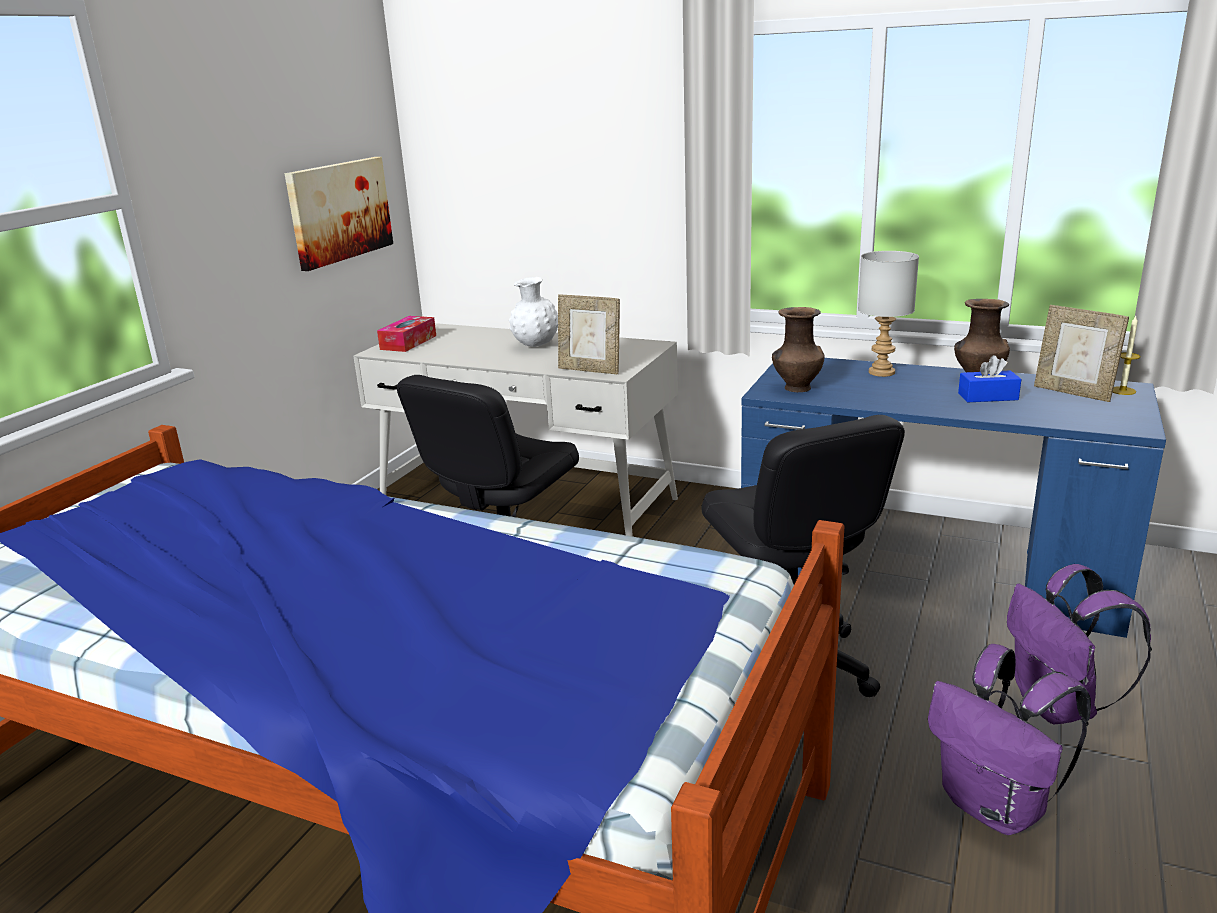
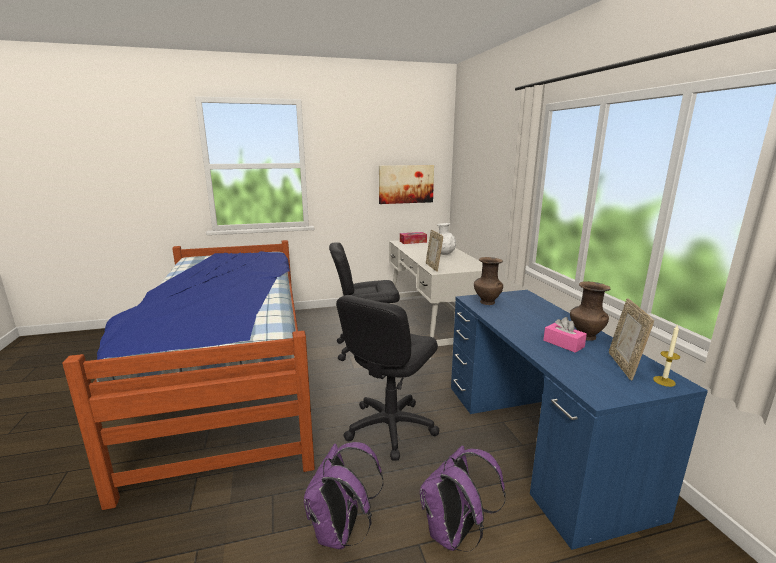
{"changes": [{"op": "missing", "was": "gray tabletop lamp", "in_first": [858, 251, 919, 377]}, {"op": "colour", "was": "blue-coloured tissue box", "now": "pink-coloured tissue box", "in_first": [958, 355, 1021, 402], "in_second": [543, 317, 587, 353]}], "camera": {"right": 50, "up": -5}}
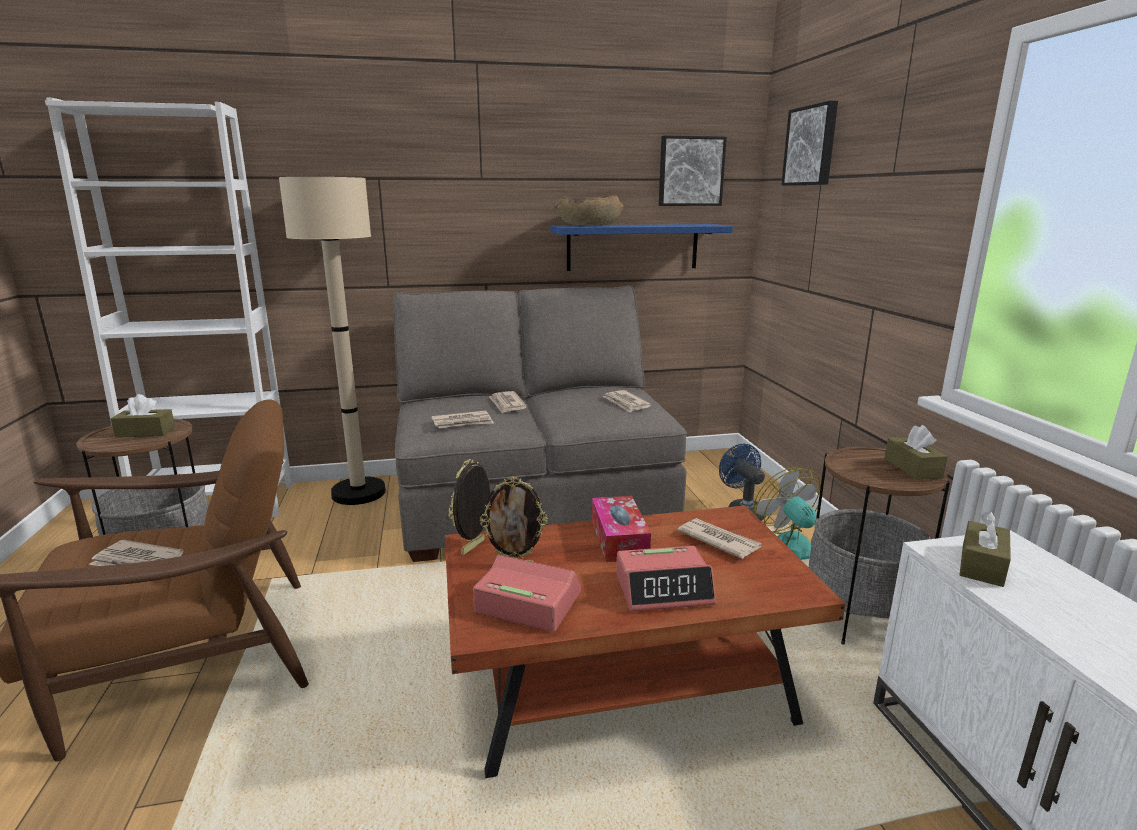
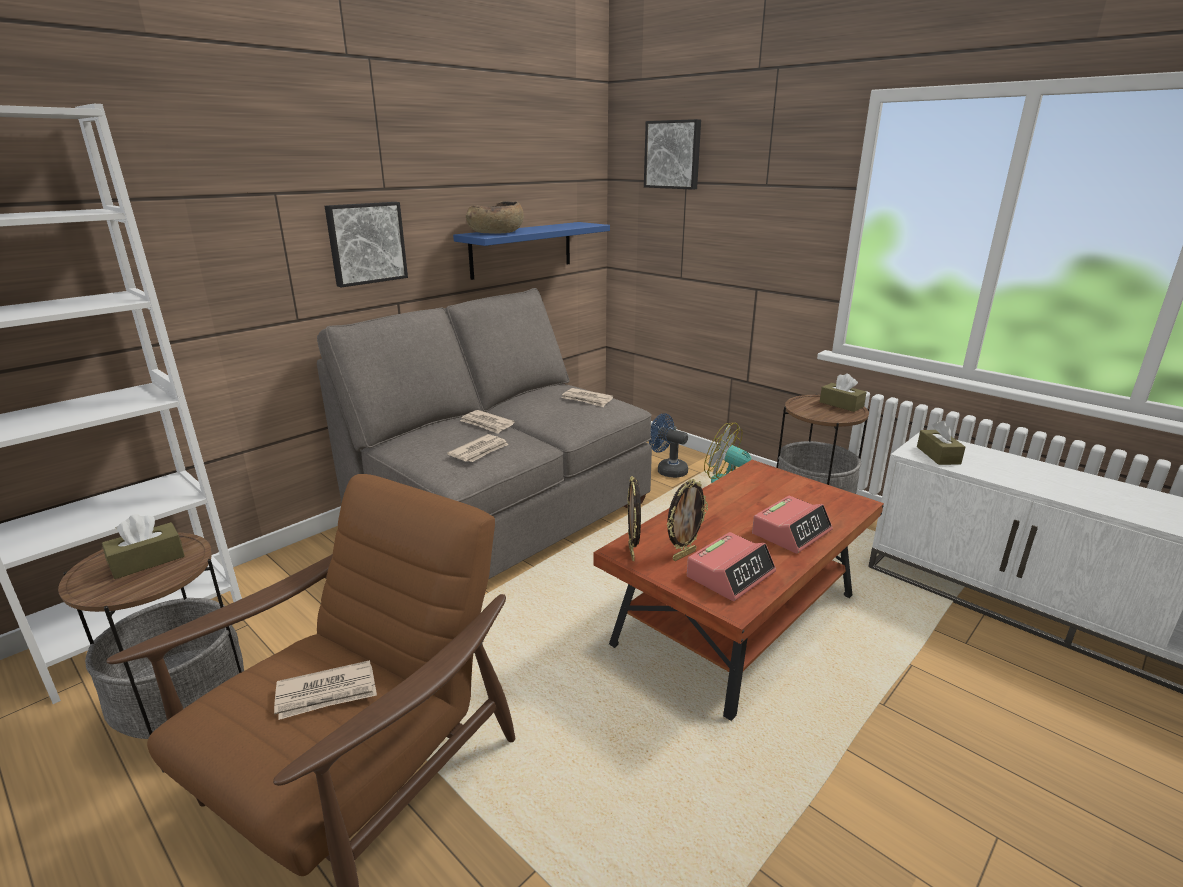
{"changes": [{"op": "missing", "was": "beige-coloured floor lamp", "in_first": [279, 176, 386, 505]}, {"op": "missing", "was": "tissue box", "in_first": [592, 496, 651, 562]}, {"op": "missing", "was": "printed paper", "in_first": [678, 518, 762, 559]}, {"op": "relocated", "was": "picture", "in_first": [659, 136, 727, 206], "in_second": [325, 202, 408, 288]}, {"op": "spun", "was": "alarm clock", "in_first": [473, 555, 581, 632], "in_second": [687, 532, 776, 601], "clockwise": 150}], "camera": {"right": -35, "up": 5}}
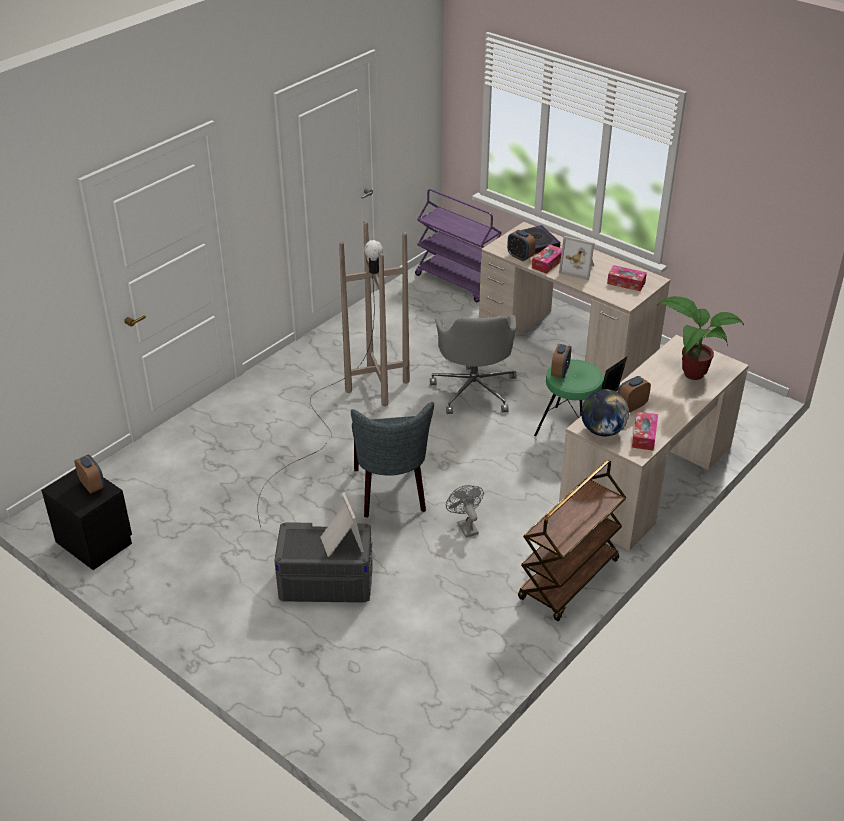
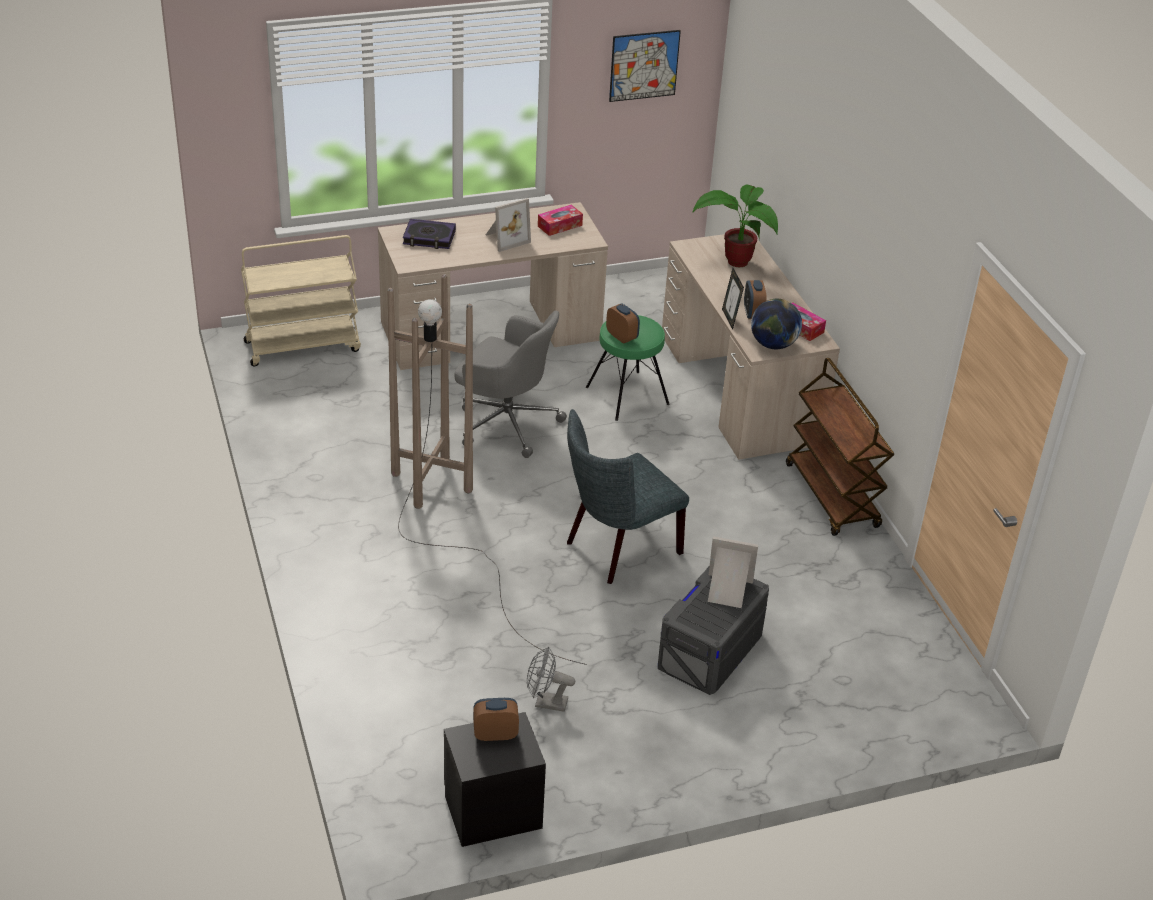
{"changes": [{"op": "missing", "was": "alarm clock", "in_first": [507, 230, 536, 261]}, {"op": "missing", "was": "tissue box", "in_first": [532, 244, 562, 274]}, {"op": "appeared", "now": "picture", "in_second": [609, 30, 681, 102]}, {"op": "relocated", "was": "gray fan", "in_first": [446, 485, 484, 538], "in_second": [527, 647, 575, 712]}, {"op": "colour", "was": "purple-coloured wheeled cart", "now": "beige-coloured wheeled cart", "in_first": [415, 189, 502, 302], "in_second": [241, 235, 361, 366]}, {"op": "spun", "was": "gray chair", "in_first": [351, 402, 434, 518], "in_second": [567, 409, 689, 584], "clockwise": 120}], "camera": {"right": -60, "up": 0}}
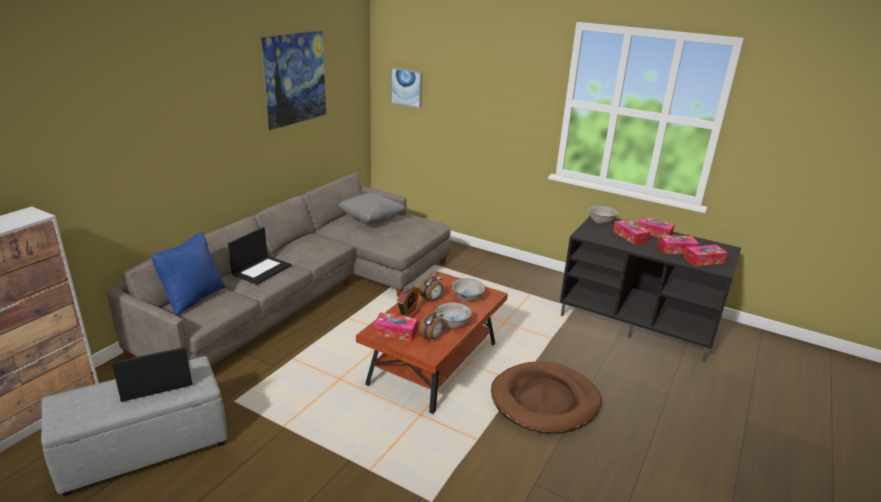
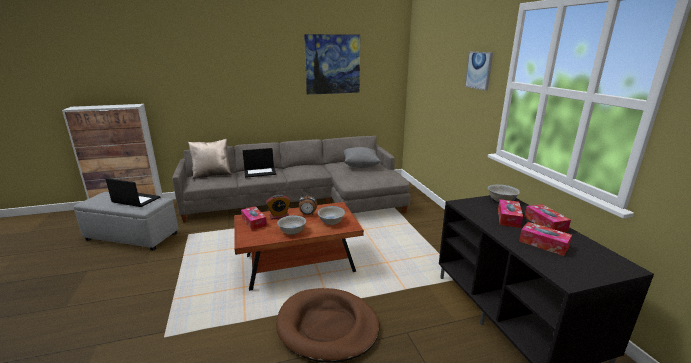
{"changes": [{"op": "missing", "was": "alarm clock", "in_first": [419, 308, 444, 342]}, {"op": "missing", "was": "tissue box", "in_first": [684, 245, 728, 266]}, {"op": "relocated", "was": "picture", "in_first": [390, 67, 422, 109], "in_second": [465, 52, 493, 91]}, {"op": "colour", "was": "blue-coloured throw pillow", "now": "beige-coloured throw pillow", "in_first": [151, 232, 226, 316], "in_second": [188, 139, 232, 179]}], "camera": {"right": 45, "up": -5}}
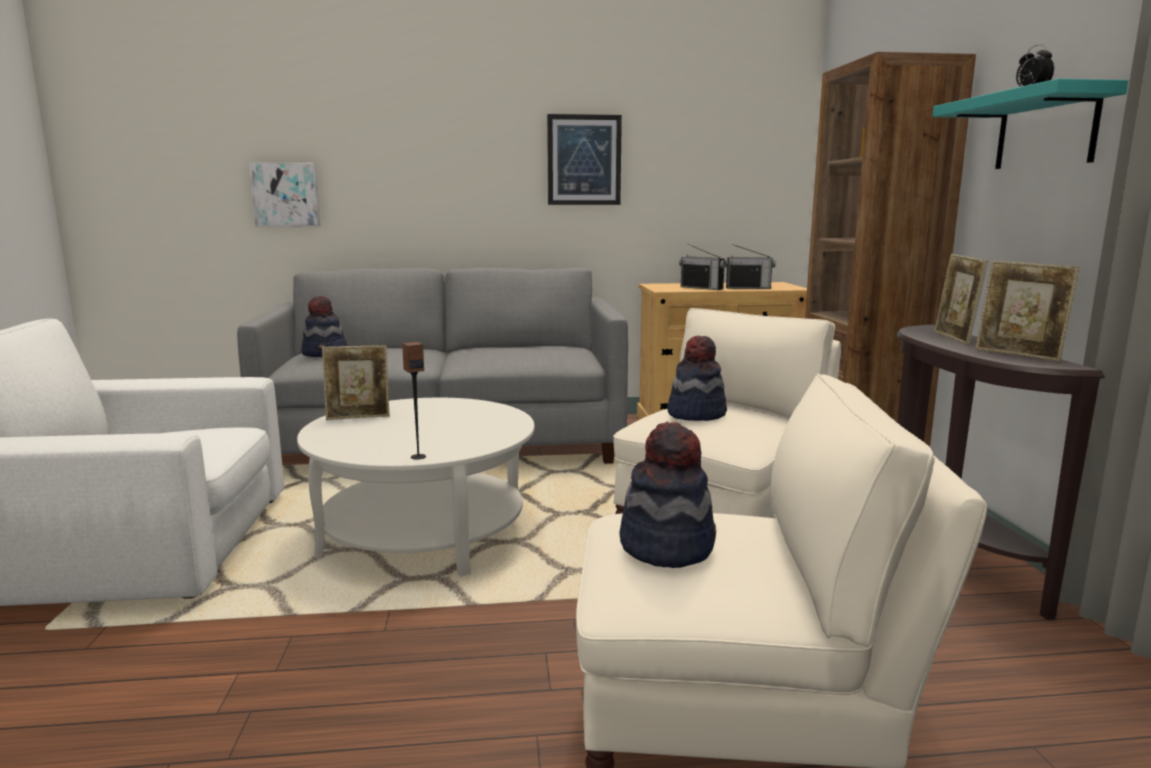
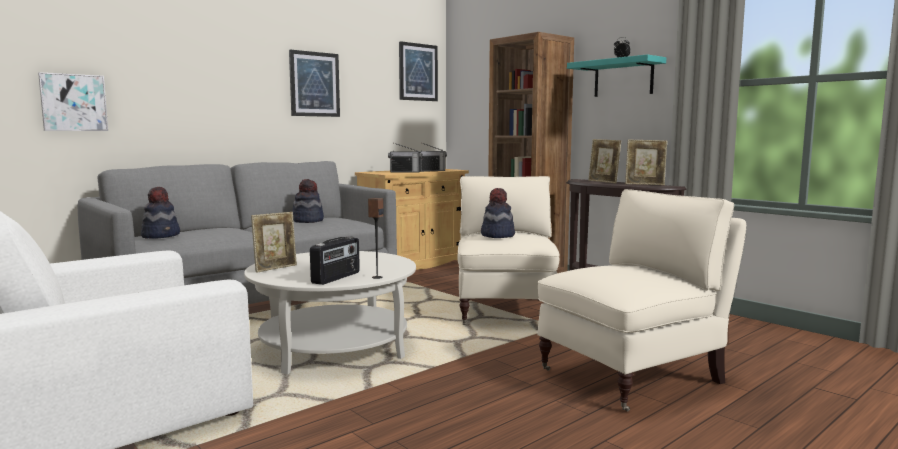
{"changes": [{"op": "appeared", "now": "radio receiver", "in_second": [310, 236, 360, 285]}, {"op": "appeared", "now": "picture", "in_second": [399, 41, 438, 101]}, {"op": "relocated", "was": "hat", "in_first": [619, 421, 716, 568], "in_second": [292, 179, 324, 223]}], "camera": {"right": -35, "up": -5}}
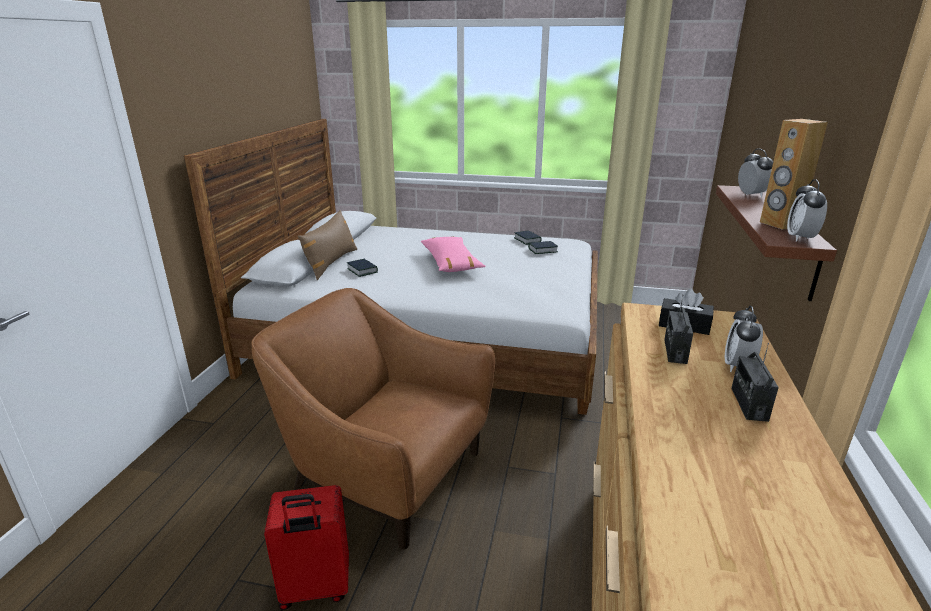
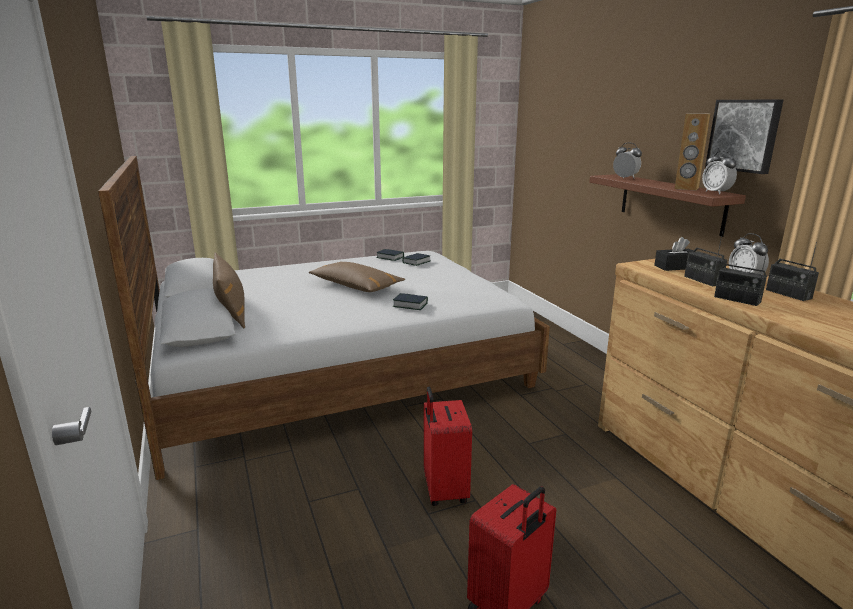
{"changes": [{"op": "appeared", "now": "picture", "in_second": [705, 100, 783, 174]}, {"op": "appeared", "now": "radio receiver", "in_second": [714, 246, 768, 306]}, {"op": "relocated", "was": "bound book", "in_first": [347, 259, 378, 277], "in_second": [393, 293, 428, 310]}, {"op": "exchanged", "was": "brown armchair", "now": "red-coloured piece of luggage", "in_first": [251, 288, 495, 550], "in_second": [424, 387, 472, 506]}, {"op": "colour", "was": "pink-coloured throw pillow", "now": "brown throw pillow", "in_first": [421, 236, 485, 272], "in_second": [308, 262, 405, 292]}], "camera": {"right": -35, "up": -5}}
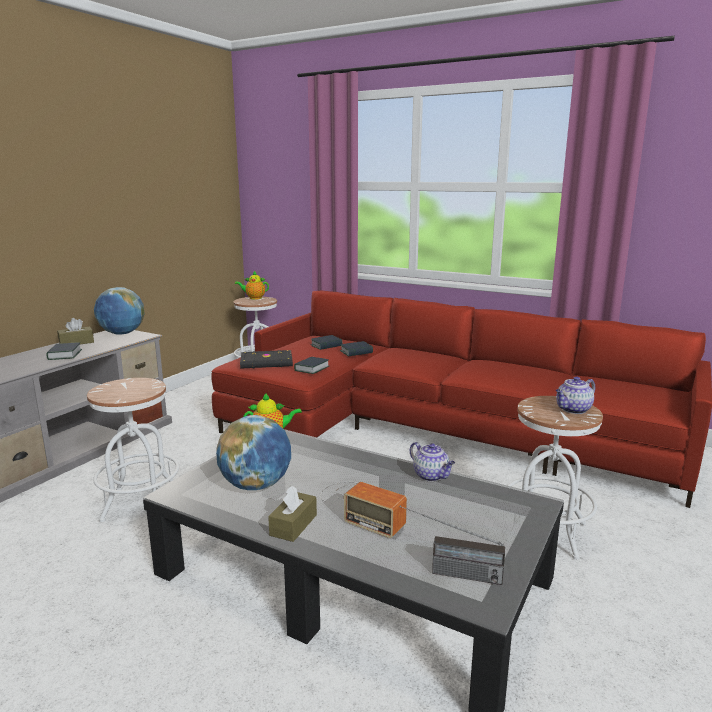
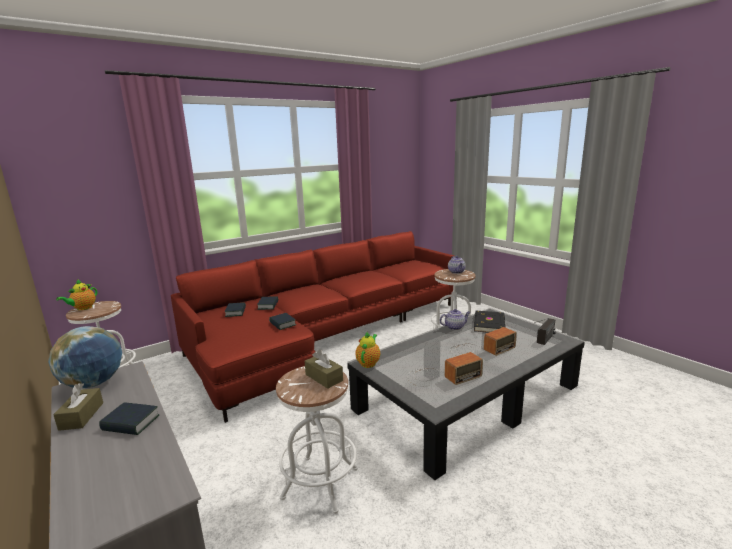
{"changes": [{"op": "relocated", "was": "black-coloured bound book", "in_first": [240, 350, 293, 369], "in_second": [474, 311, 506, 333]}, {"op": "relocated", "was": "brown tissue box", "in_first": [268, 486, 317, 542], "in_second": [305, 350, 343, 389]}, {"op": "exchanged", "was": "world globe", "now": "radio receiver", "in_first": [216, 415, 291, 490], "in_second": [408, 352, 483, 387]}], "camera": {"right": -65, "up": 0}}
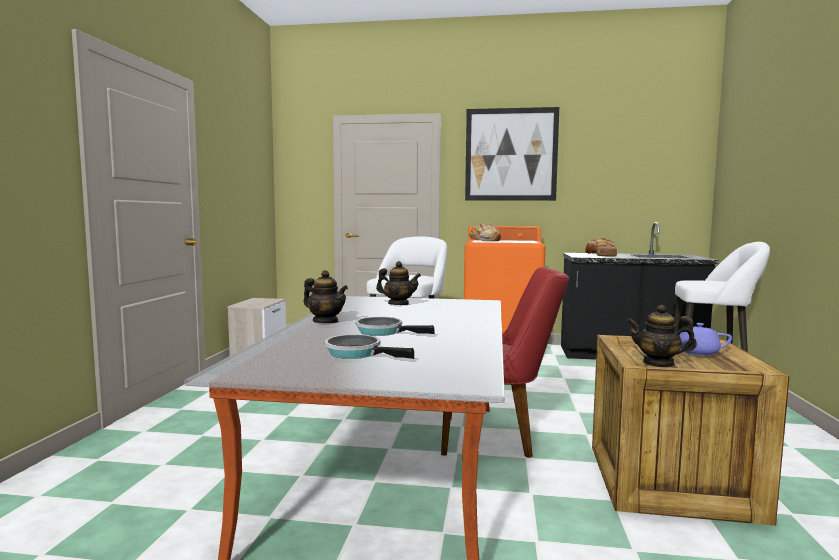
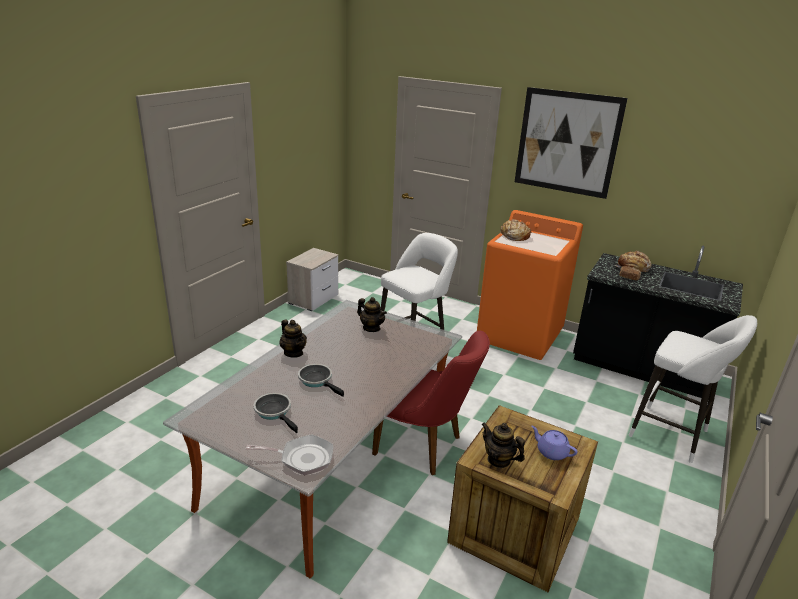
{"changes": [{"op": "appeared", "now": "pan", "in_second": [246, 434, 333, 475]}], "camera": {"right": 20, "up": 20}}
